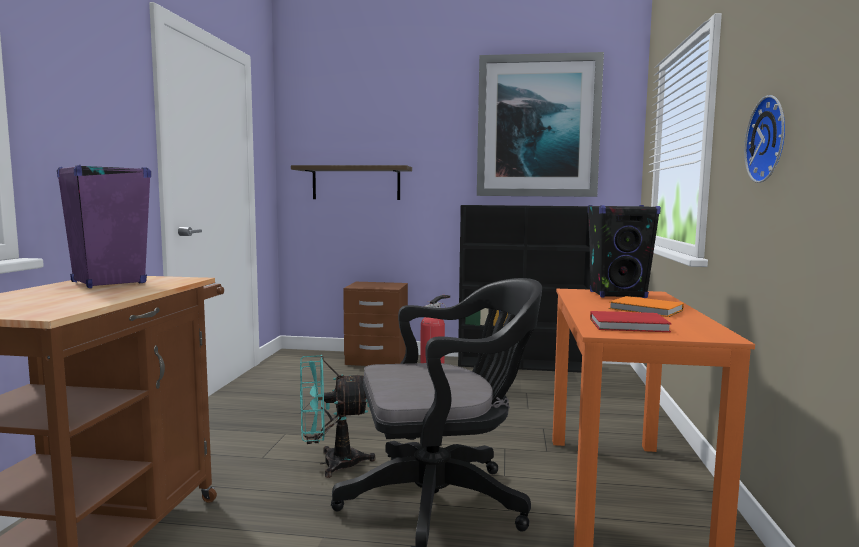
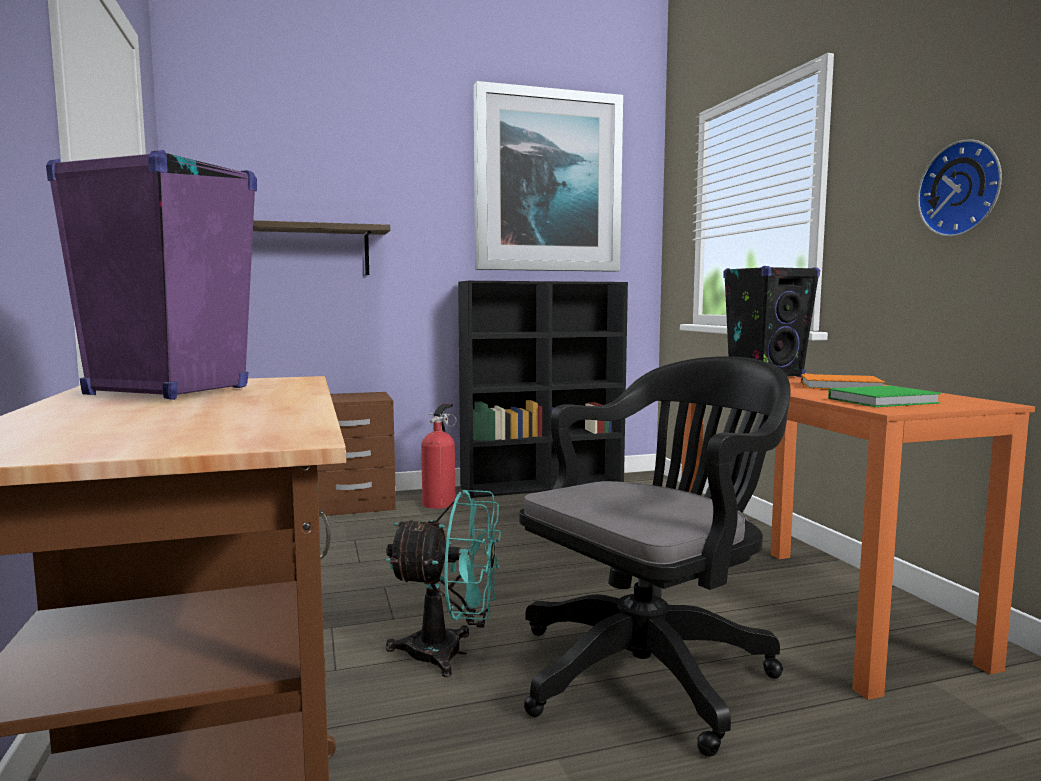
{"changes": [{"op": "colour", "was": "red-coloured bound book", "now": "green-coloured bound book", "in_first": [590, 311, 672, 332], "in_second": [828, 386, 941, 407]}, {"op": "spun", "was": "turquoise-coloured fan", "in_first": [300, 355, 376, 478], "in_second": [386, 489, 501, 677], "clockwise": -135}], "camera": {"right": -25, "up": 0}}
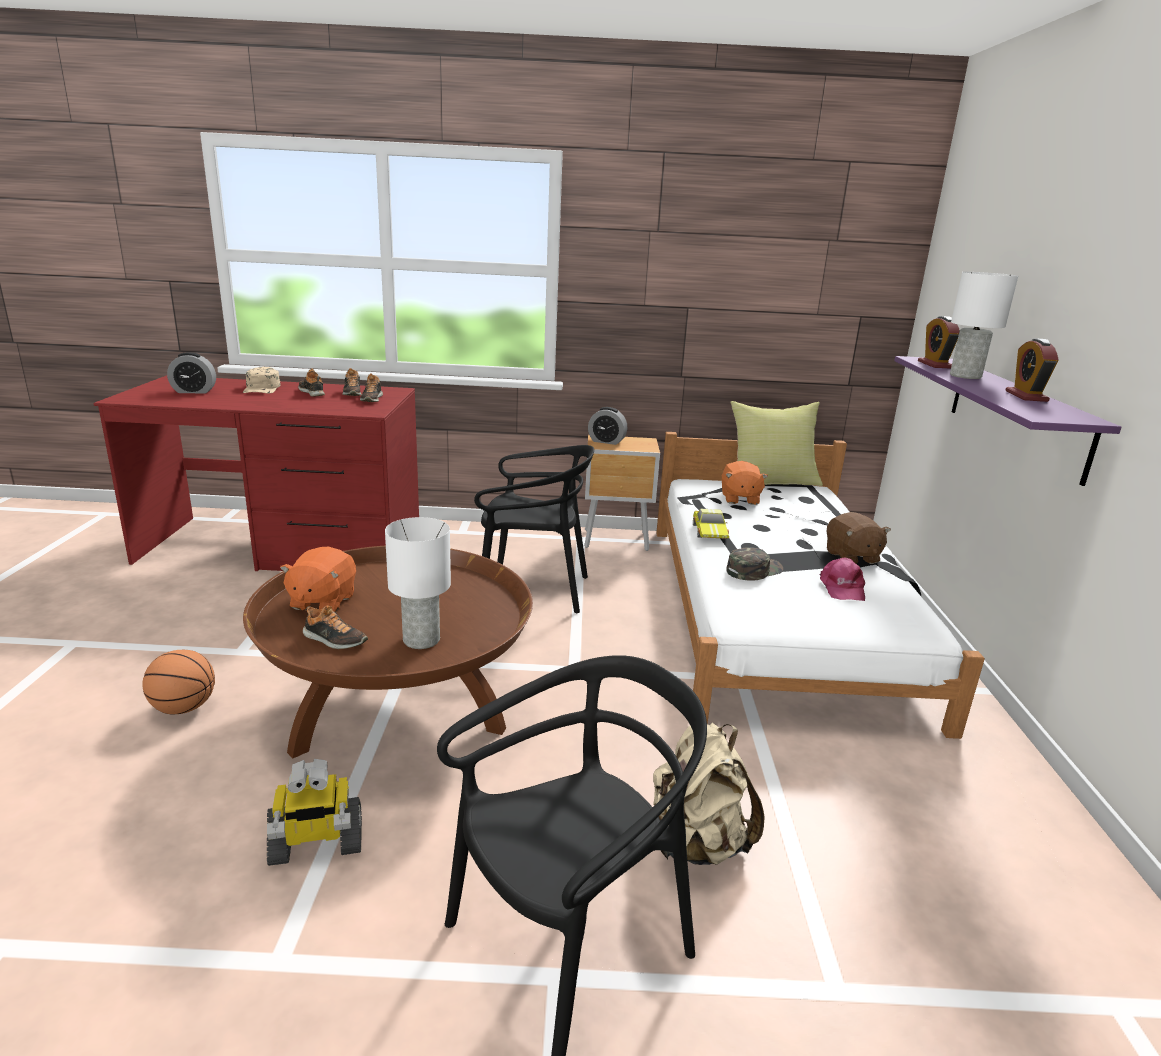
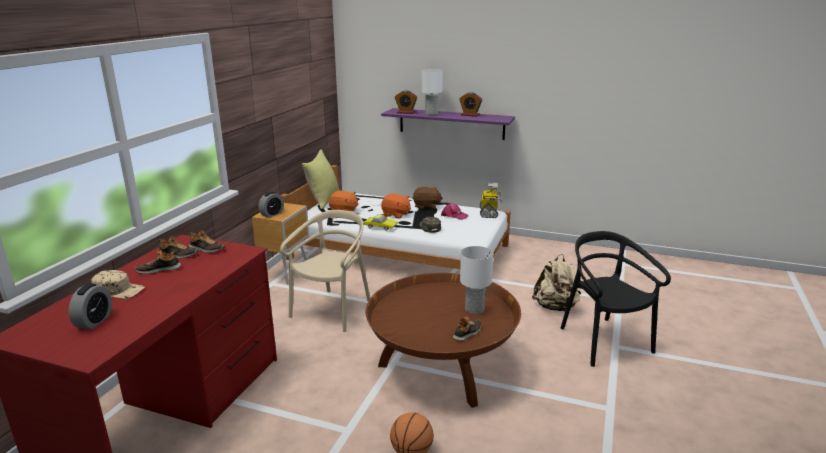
{"changes": [{"op": "relocated", "was": "model robot", "in_first": [267, 759, 362, 866], "in_second": [480, 183, 502, 218]}, {"op": "relocated", "was": "orange-coloured soft toy", "in_first": [280, 547, 356, 612], "in_second": [381, 194, 411, 219]}, {"op": "colour", "was": "black-coloured chair", "now": "beige-coloured chair", "in_first": [474, 445, 594, 613], "in_second": [280, 210, 370, 332]}], "camera": {"right": -70, "up": 0}}
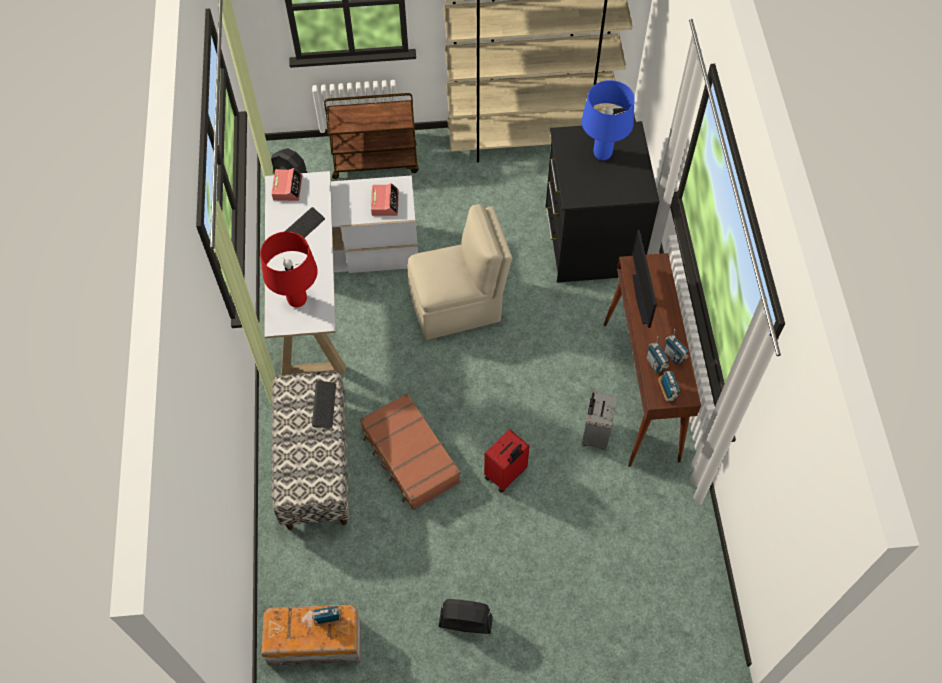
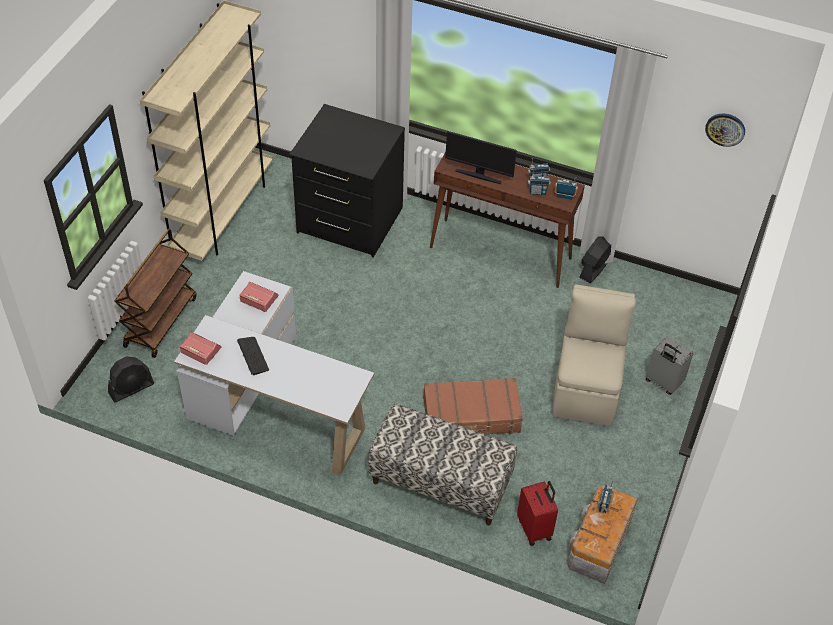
{"changes": [{"op": "missing", "was": "red-coloured tabletop lamp", "in_first": [260, 231, 318, 307]}, {"op": "missing", "was": "PC keyboard", "in_first": [312, 381, 336, 428]}, {"op": "missing", "was": "blue-coloured tabletop lamp", "in_first": [582, 80, 635, 160]}, {"op": "appeared", "now": "clock on the wall", "in_second": [705, 113, 745, 147]}, {"op": "relocated", "was": "beige-coloured chair", "in_first": [407, 204, 512, 340], "in_second": [552, 284, 636, 426]}, {"op": "relocated", "was": "black-coloured fan", "in_first": [438, 599, 493, 634], "in_second": [579, 236, 611, 283]}, {"op": "relocated", "was": "red-coloured piece of luggage", "in_first": [484, 429, 530, 493], "in_second": [517, 481, 558, 546]}, {"op": "relocated", "was": "gray piece of luggage", "in_first": [582, 391, 617, 450], "in_second": [646, 336, 694, 395]}], "camera": {"right": -65, "up": -10}}
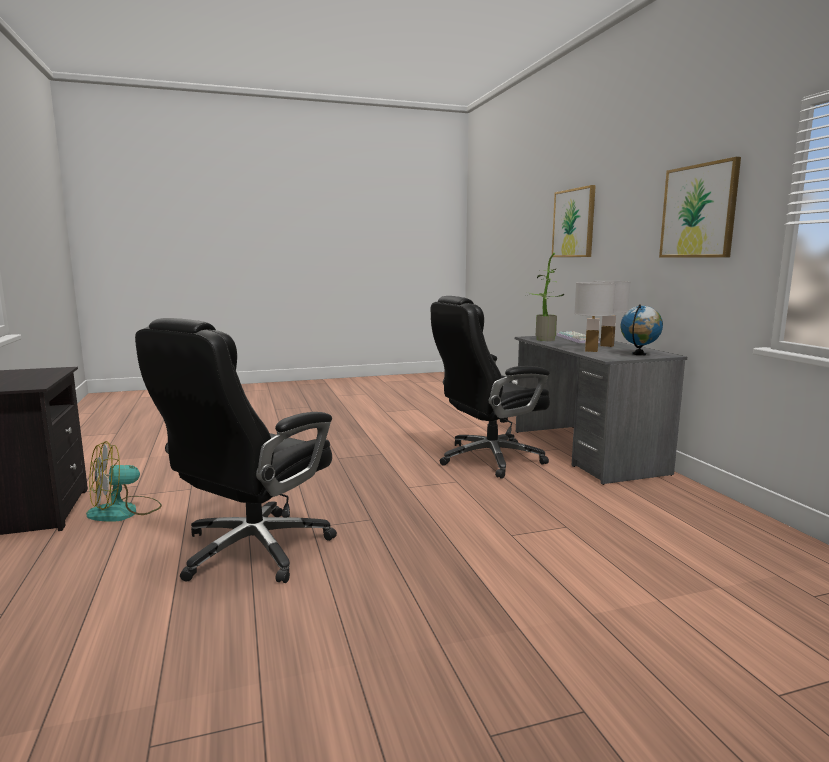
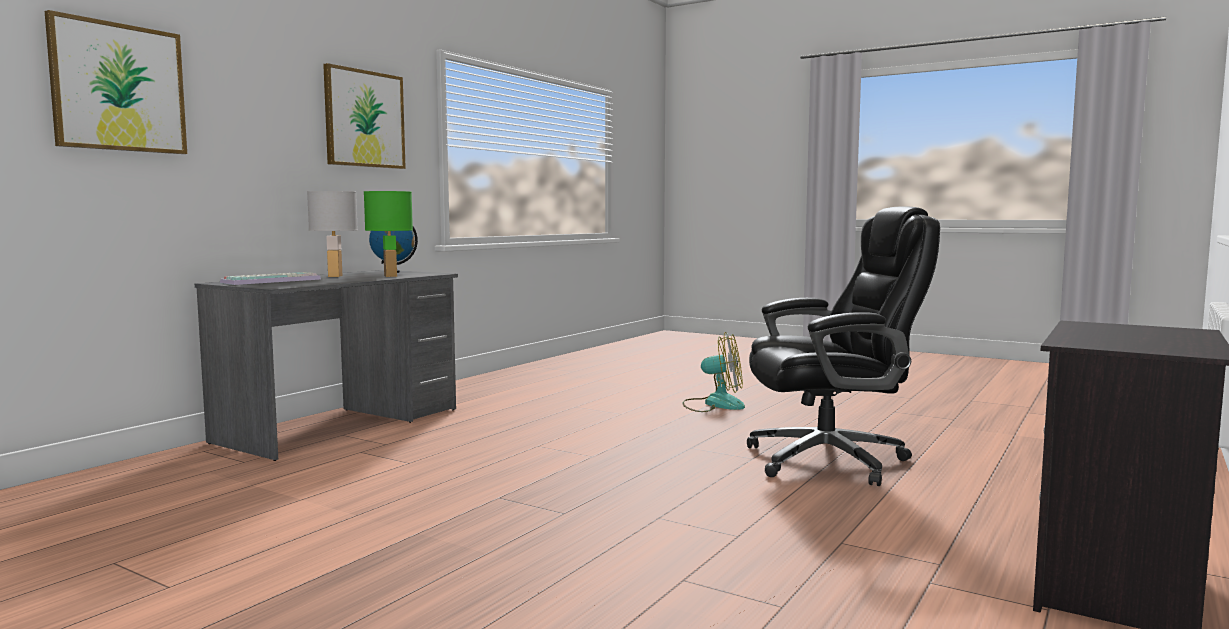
{"changes": [{"op": "missing", "was": "black-coloured office chair", "in_first": [431, 296, 550, 479]}, {"op": "missing", "was": "potted plant", "in_first": [529, 253, 564, 341]}, {"op": "relocated", "was": "fan", "in_first": [86, 441, 162, 522], "in_second": [683, 332, 745, 412]}, {"op": "colour", "was": "white tabletop lamp", "now": "green-coloured tabletop lamp", "in_first": [574, 282, 616, 352], "in_second": [364, 191, 413, 277]}], "camera": {"right": -130, "up": -5}}
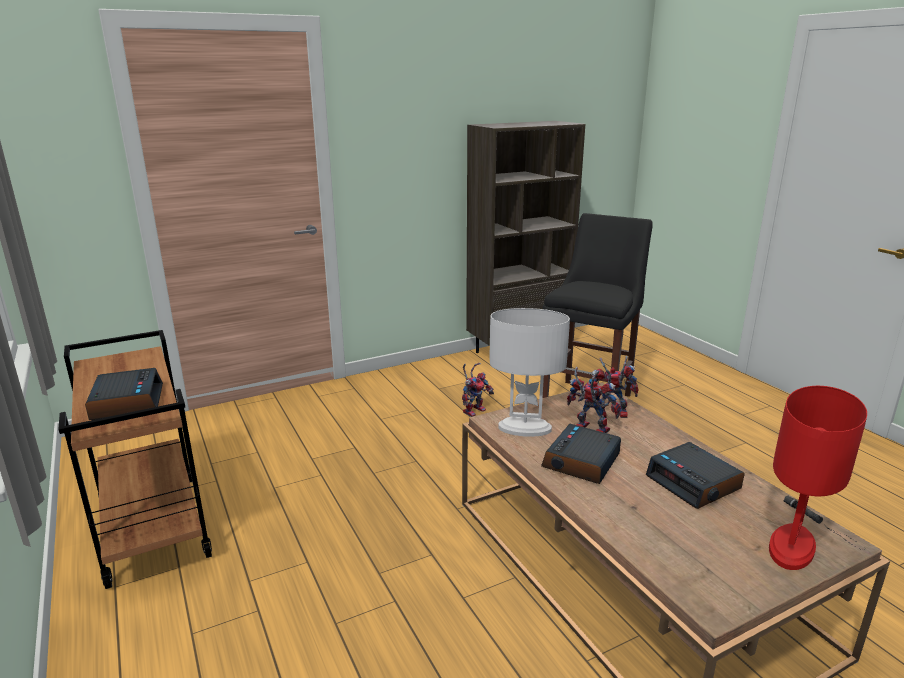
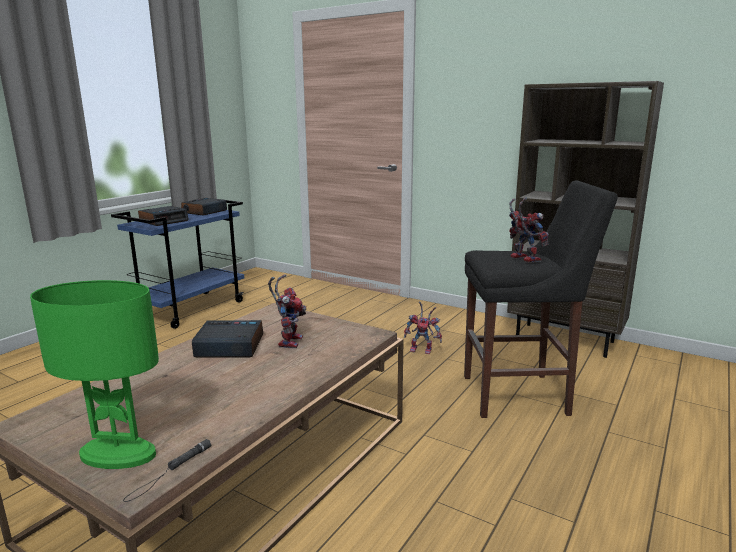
{"changes": [{"op": "missing", "was": "white tabletop lamp", "in_first": [490, 308, 570, 437]}, {"op": "relocated", "was": "model robot", "in_first": [585, 356, 639, 418], "in_second": [509, 198, 549, 263]}, {"op": "relocated", "was": "alarm clock", "in_first": [646, 442, 745, 509], "in_second": [181, 198, 227, 216]}, {"op": "colour", "was": "brown wheeled cart", "now": "blue-coloured wheeled cart", "in_first": [58, 330, 212, 589], "in_second": [111, 198, 244, 329]}, {"op": "colour", "was": "red-coloured tabletop lamp", "now": "green-coloured tabletop lamp", "in_first": [769, 386, 867, 570], "in_second": [30, 280, 159, 469]}], "camera": {"right": 60, "up": -5}}
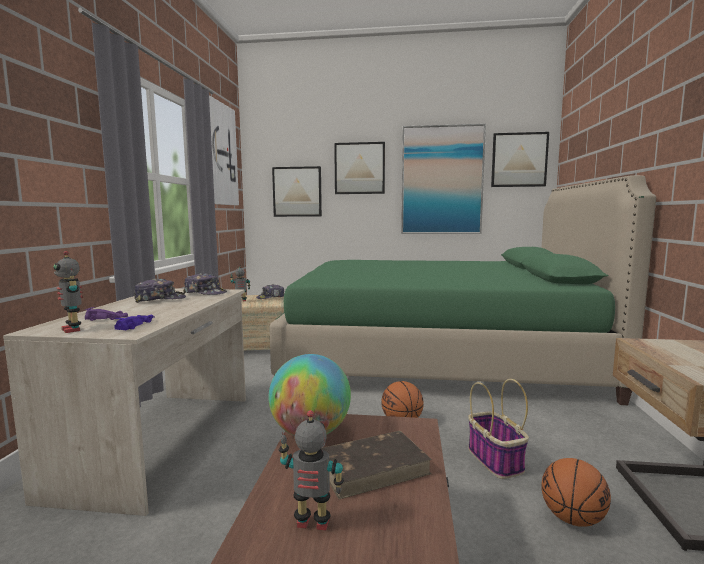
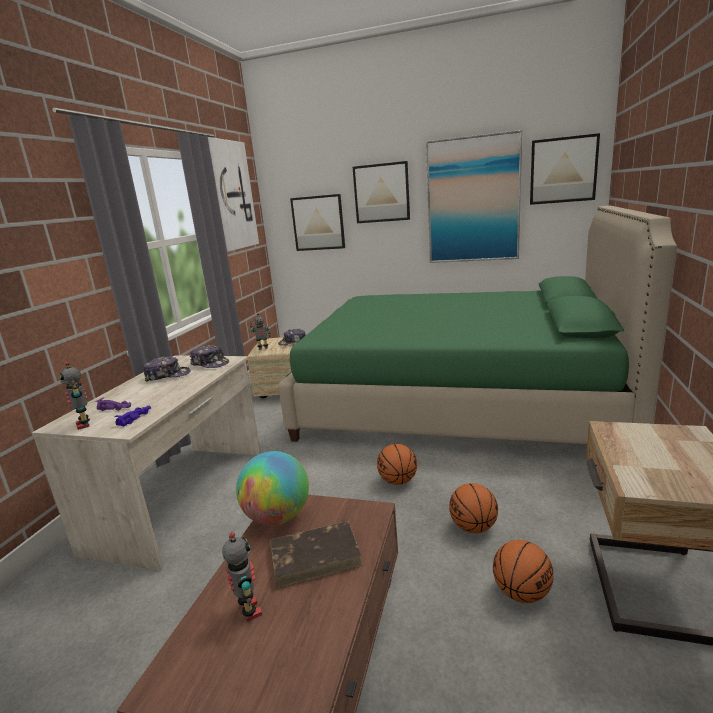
{"changes": [{"op": "exchanged", "was": "household basket", "now": "basketball", "in_first": [468, 379, 529, 479], "in_second": [449, 483, 498, 533]}, {"op": "spun", "was": "model robot", "in_first": [279, 410, 344, 530], "in_second": [222, 532, 262, 622], "clockwise": 45}], "camera": {"right": 10, "up": 10}}
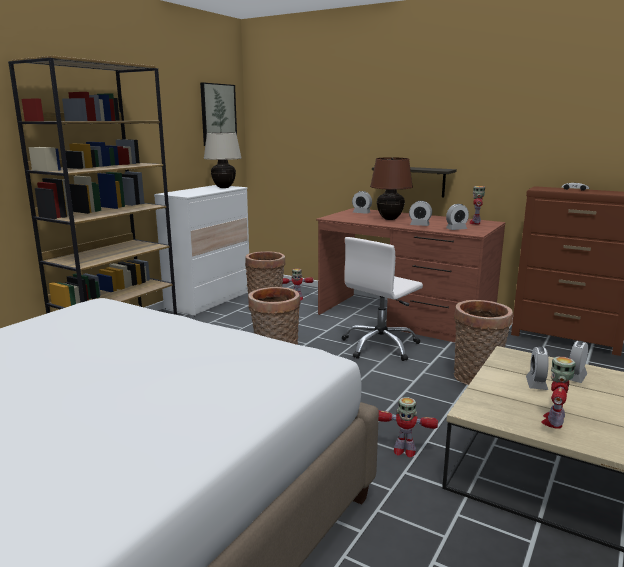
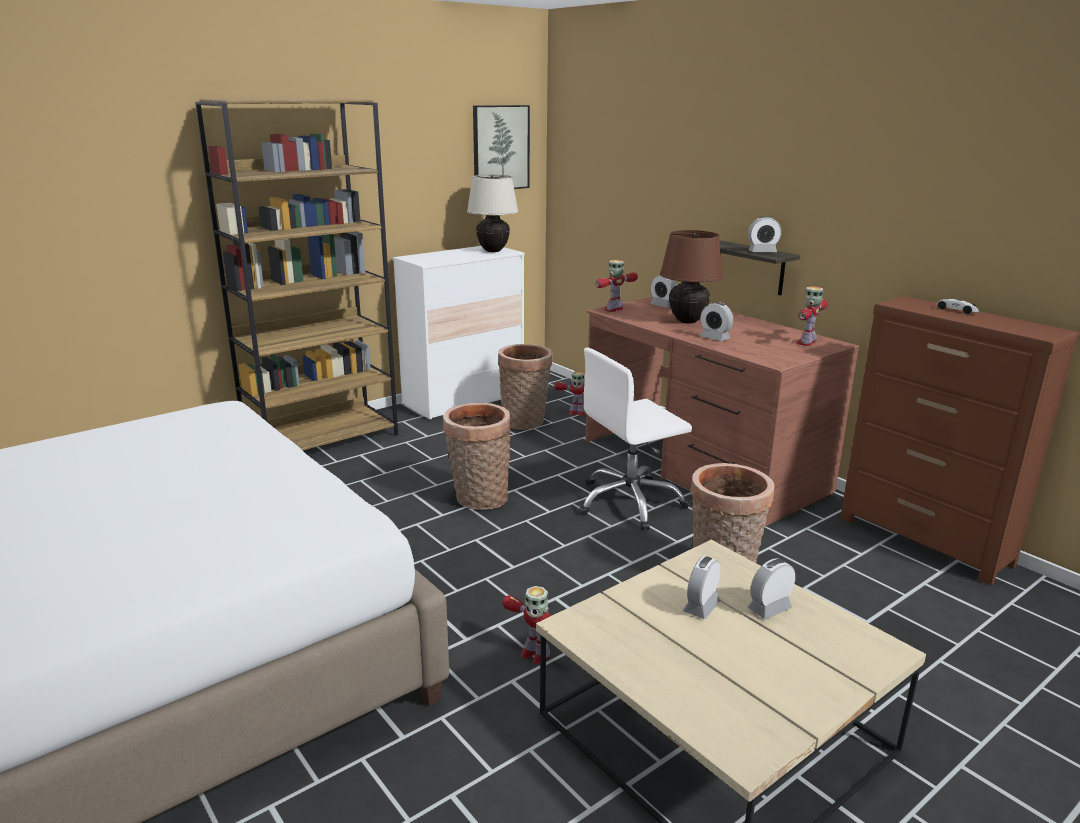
{"changes": [{"op": "relocated", "was": "alarm clock", "in_first": [446, 204, 469, 230], "in_second": [748, 216, 781, 252]}, {"op": "relocated", "was": "model robot", "in_first": [541, 357, 576, 429], "in_second": [595, 260, 638, 312]}], "camera": {"right": 20, "up": 5}}
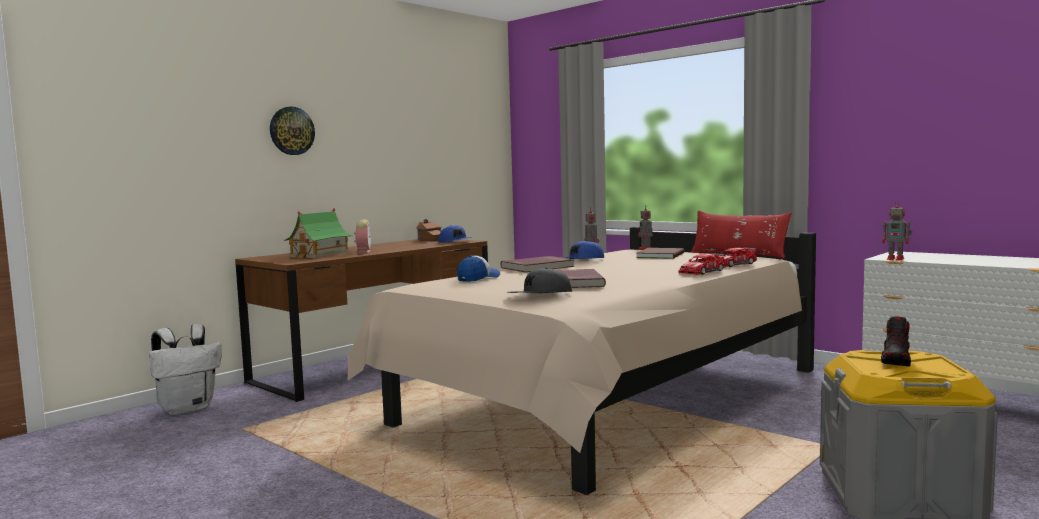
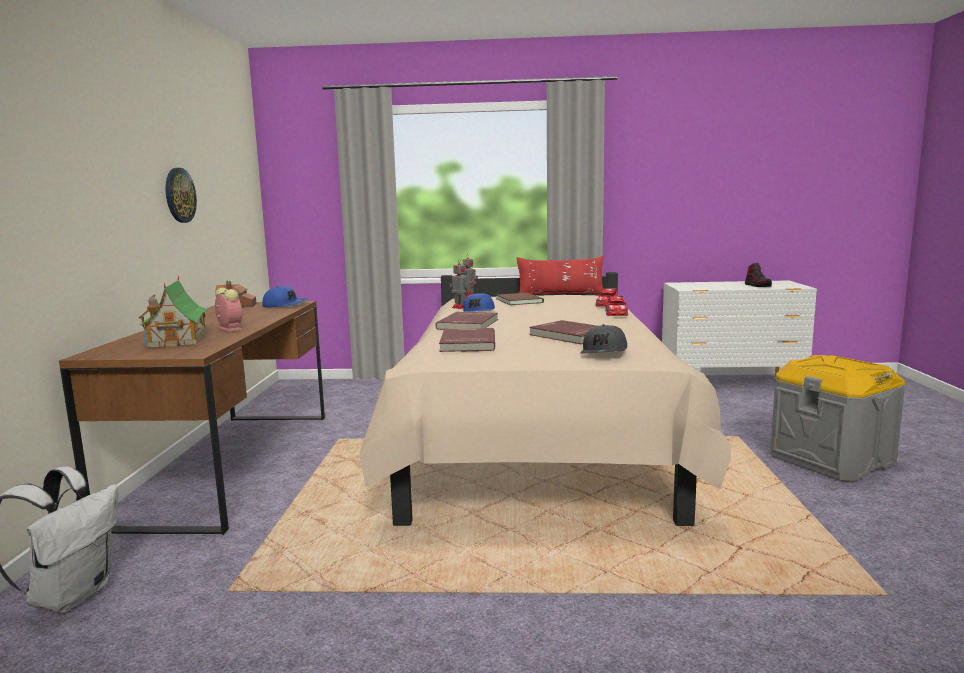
{"changes": [{"op": "missing", "was": "model robot", "in_first": [882, 201, 912, 260]}, {"op": "relocated", "was": "clock on the wall", "in_first": [270, 107, 315, 155], "in_second": [165, 168, 197, 223]}, {"op": "relocated", "was": "low shoe", "in_first": [881, 316, 911, 367], "in_second": [745, 263, 772, 287]}, {"op": "exchanged", "was": "peaked cap", "now": "red-coloured bound book", "in_first": [457, 255, 500, 282], "in_second": [439, 328, 495, 352]}], "camera": {"right": -40, "up": 5}}
